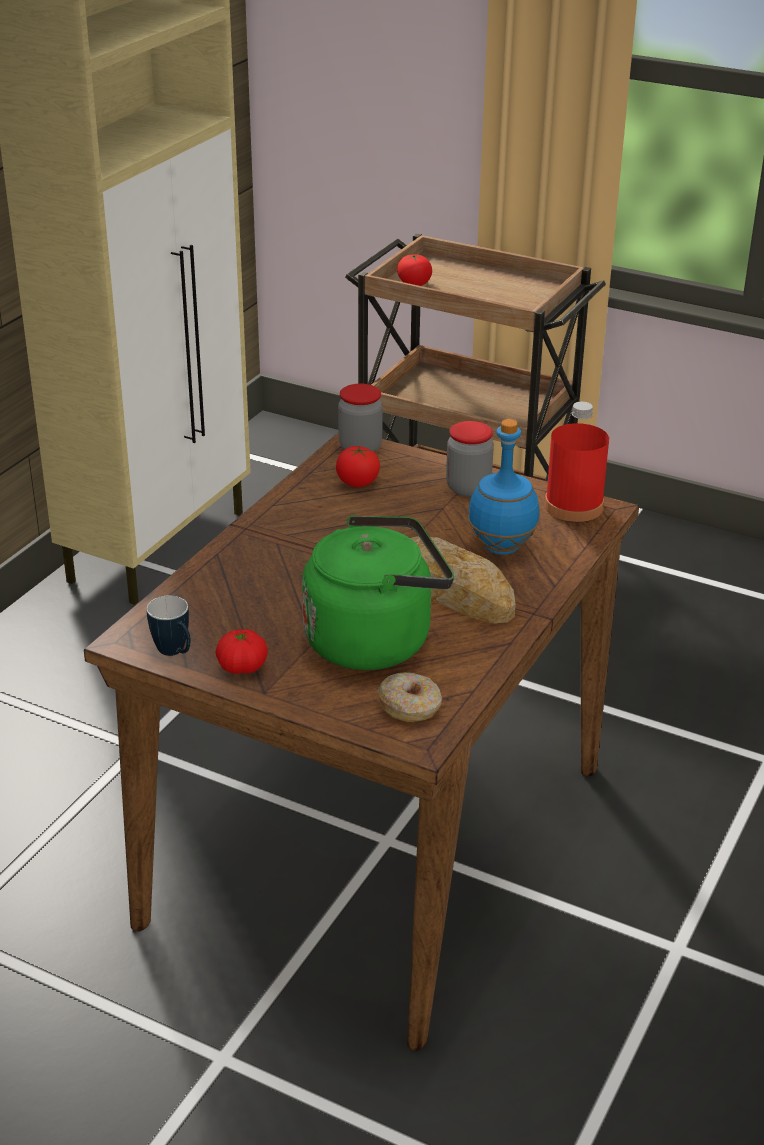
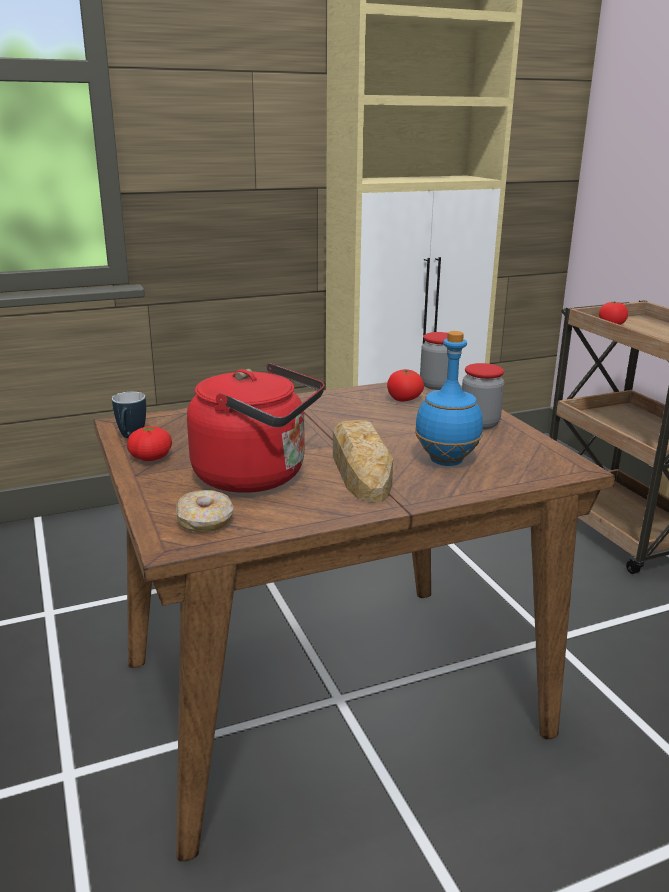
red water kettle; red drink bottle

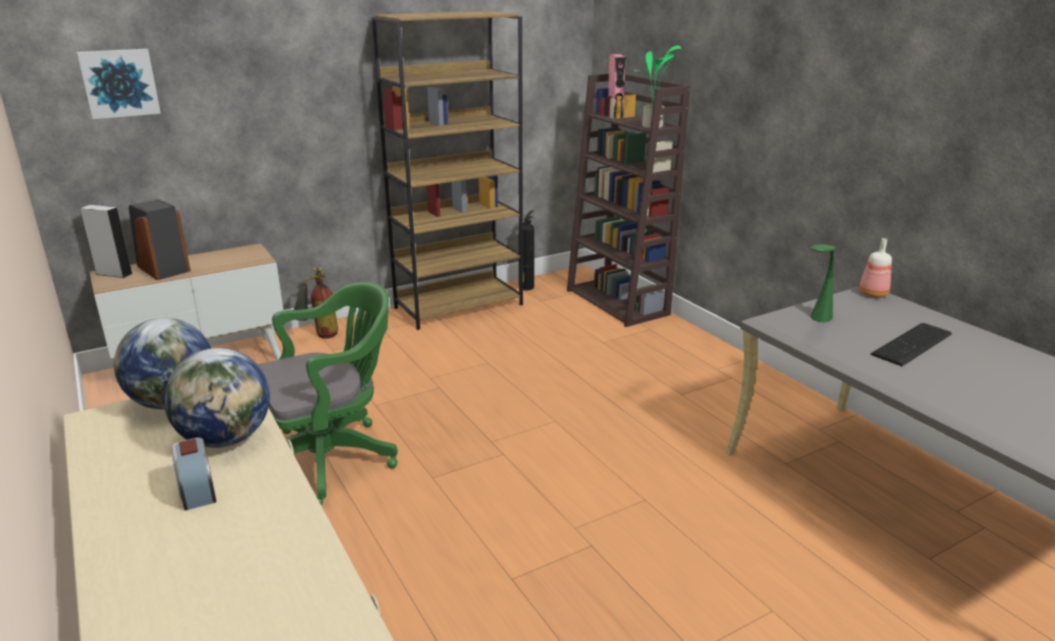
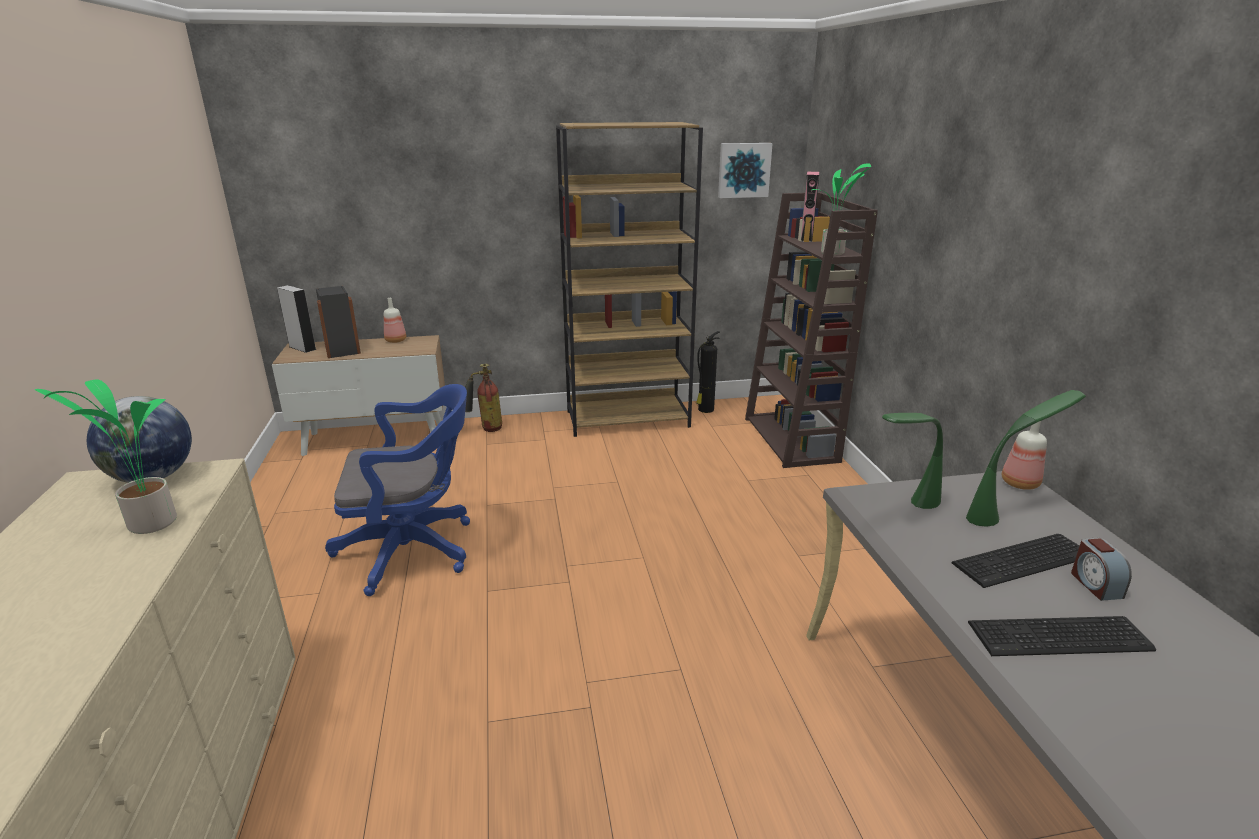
plant in a pot (1st from left); bluish office chair; drink bottle (1st from left); wall art; green tabletop lamp (2nd from left); PC keyboard (2nd from left); table clock

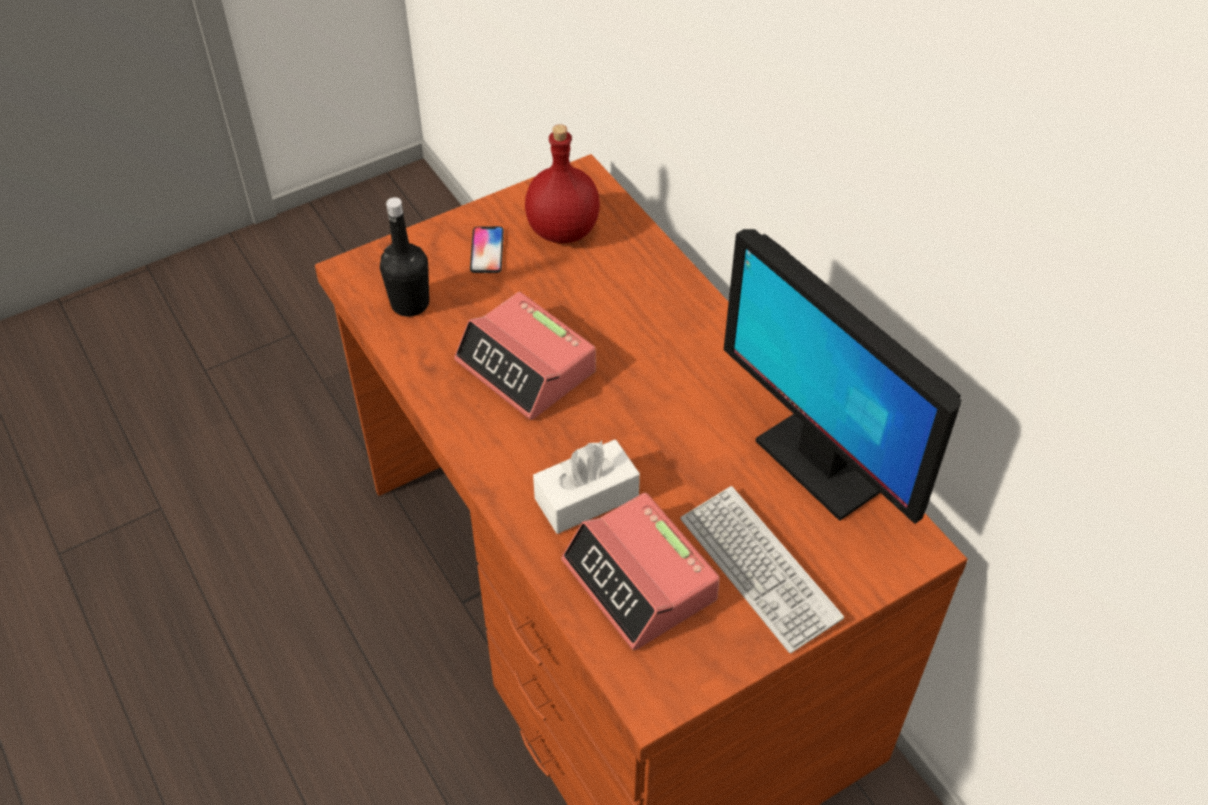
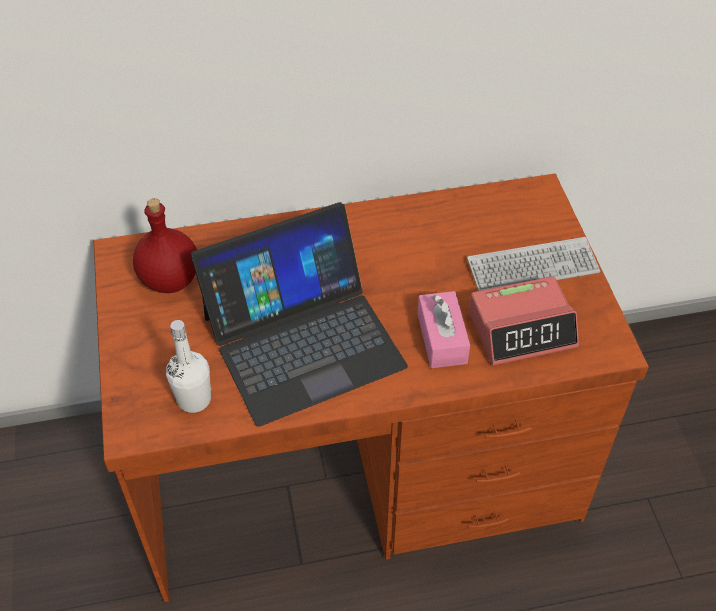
white-coloured drink bottle; laptop; pink-coloured tissue box; telephone; computer display

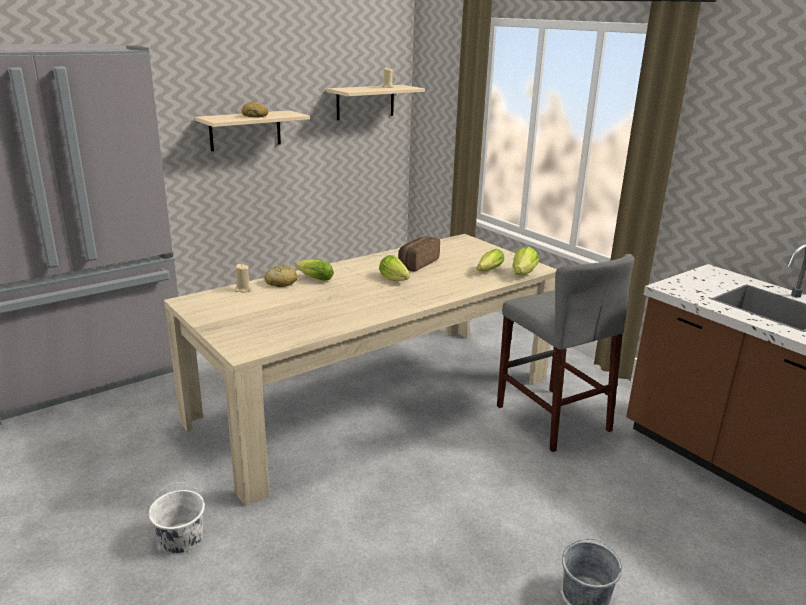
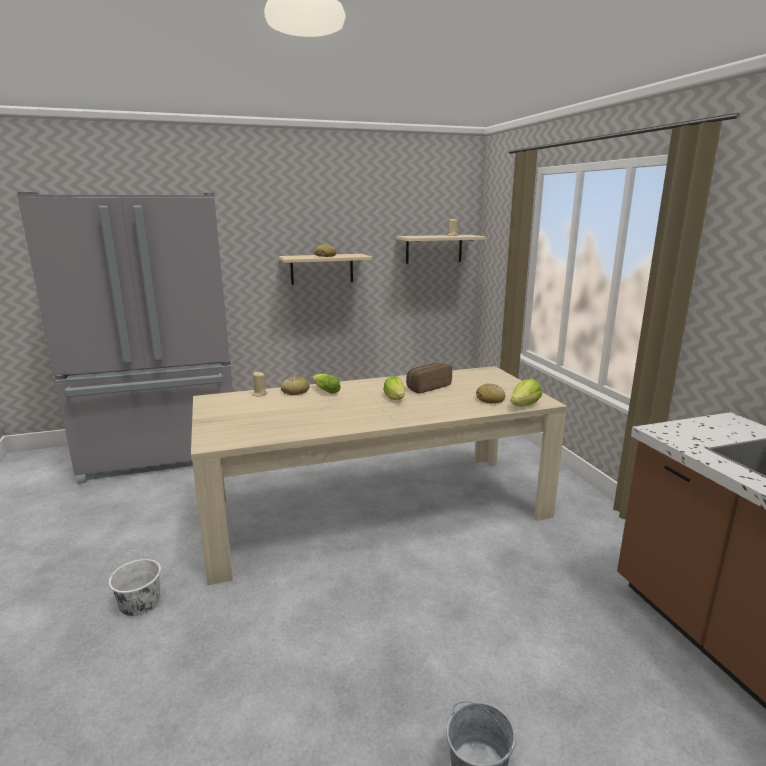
bakery bread (4th from left); gray sitting stool

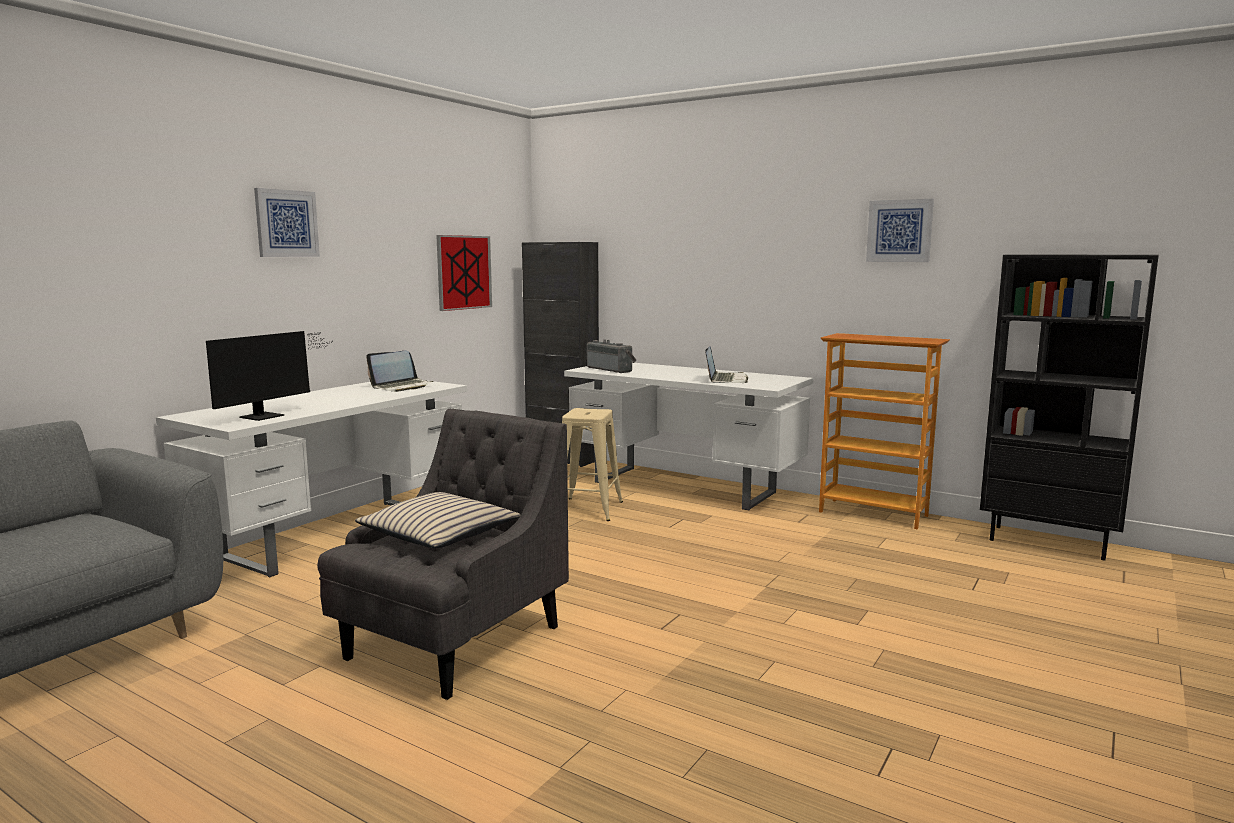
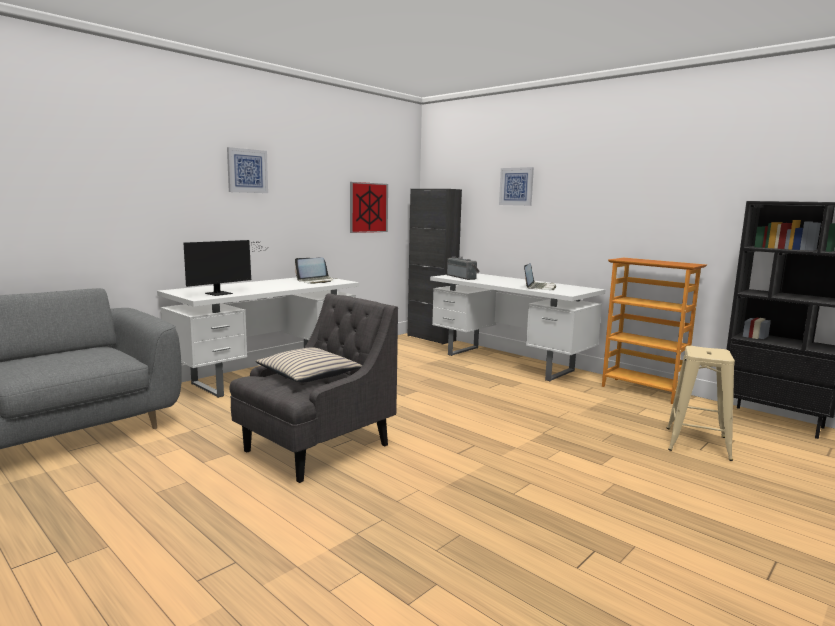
wall art (3rd from left); beige sitting stool

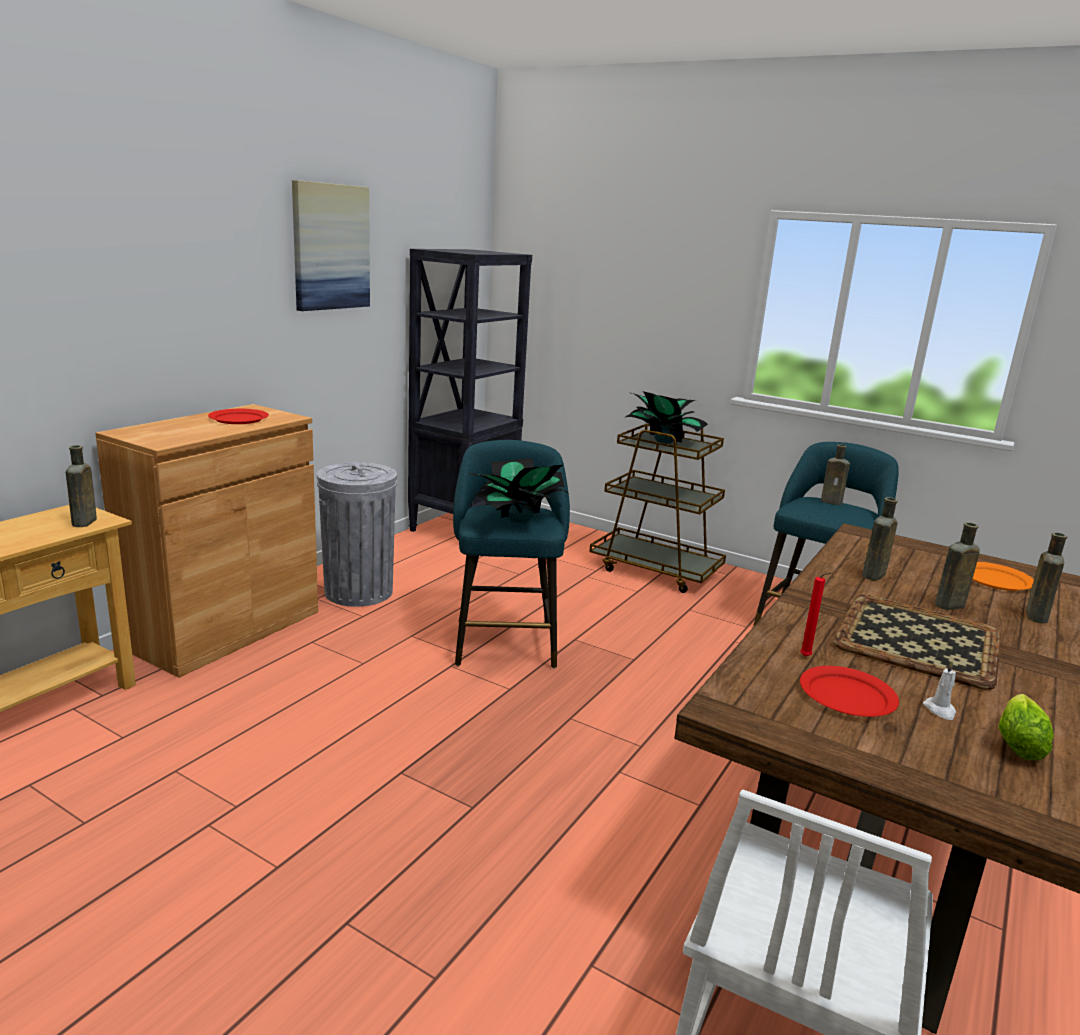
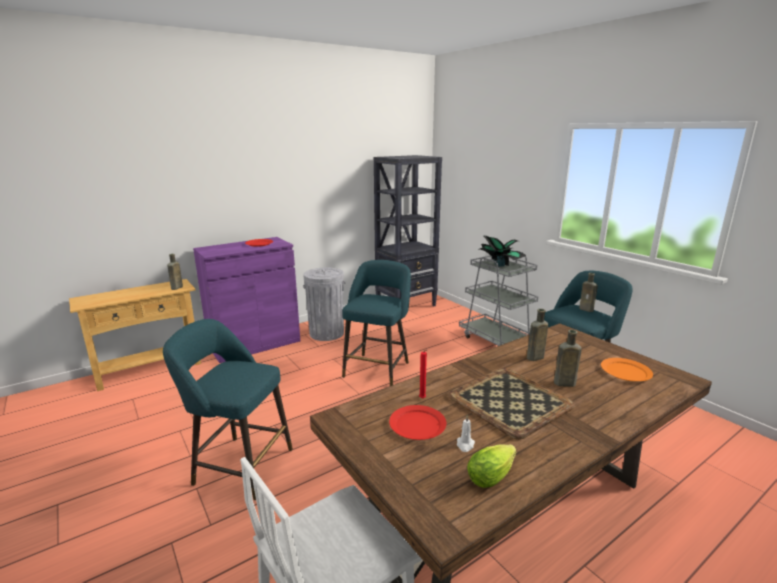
blue-green sitting stool (1st from left); purple storage cabinet; gray trolley; wall art; plant in a pot (1st from left in the first image); brownish drink bottle (5th from left in the first image)

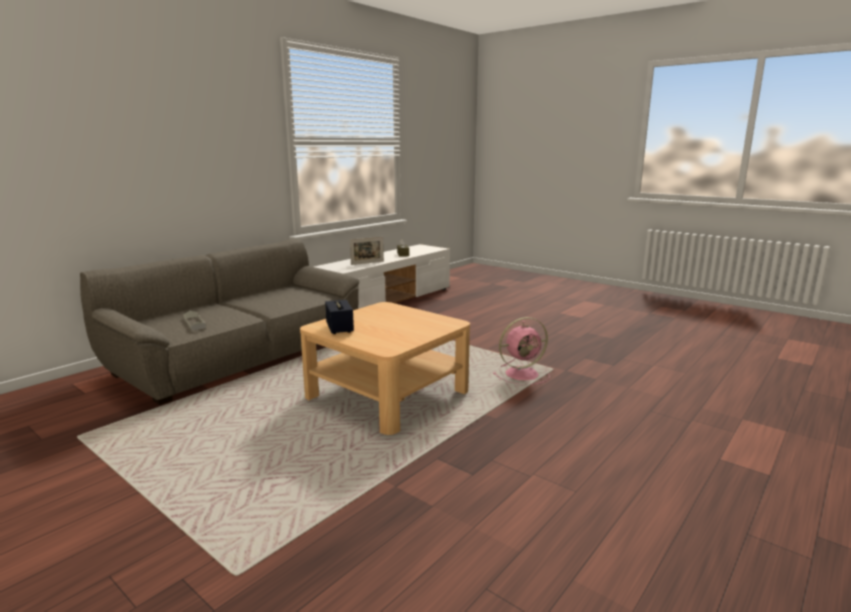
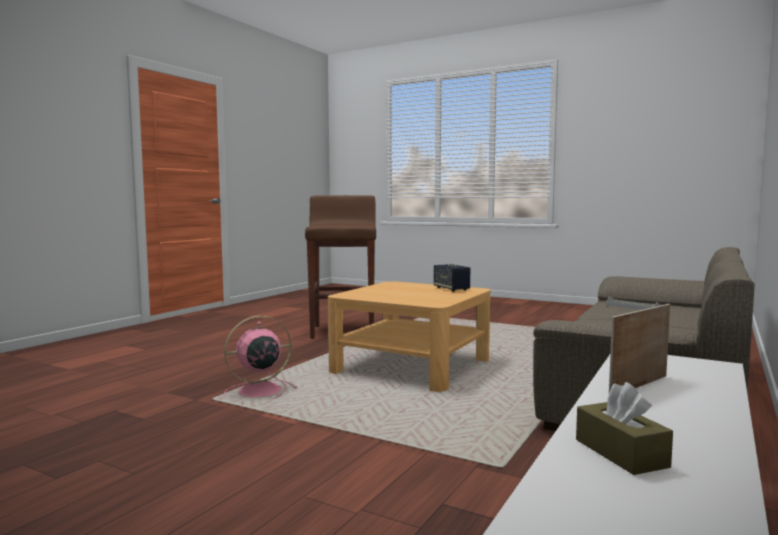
brownish sitting stool

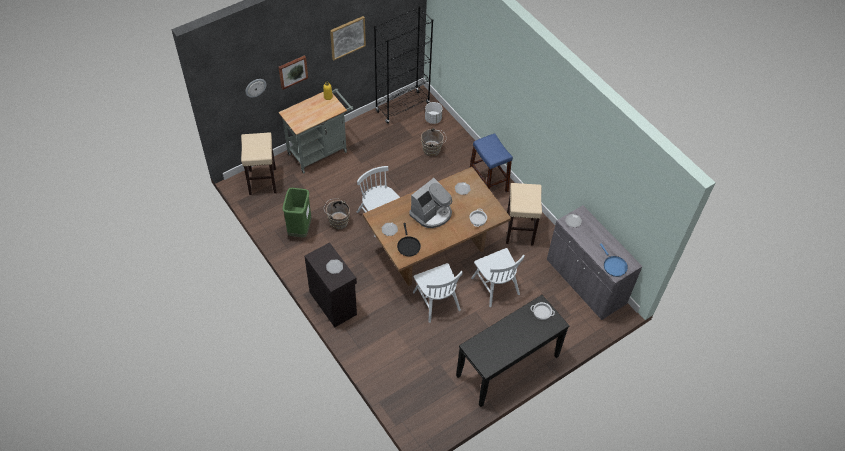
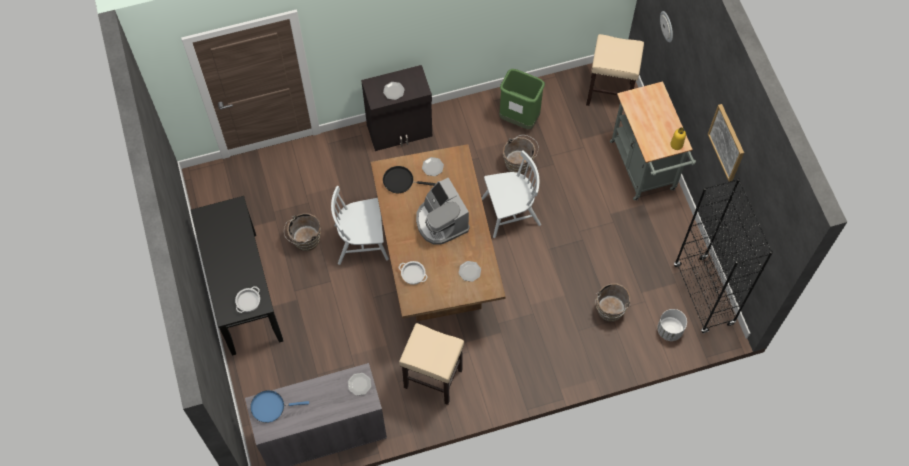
brownish water bucket (1st from left); wall art (1st from left in the first image); bluish sitting stool; white-coloured upright chair (3rd from left in the first image)

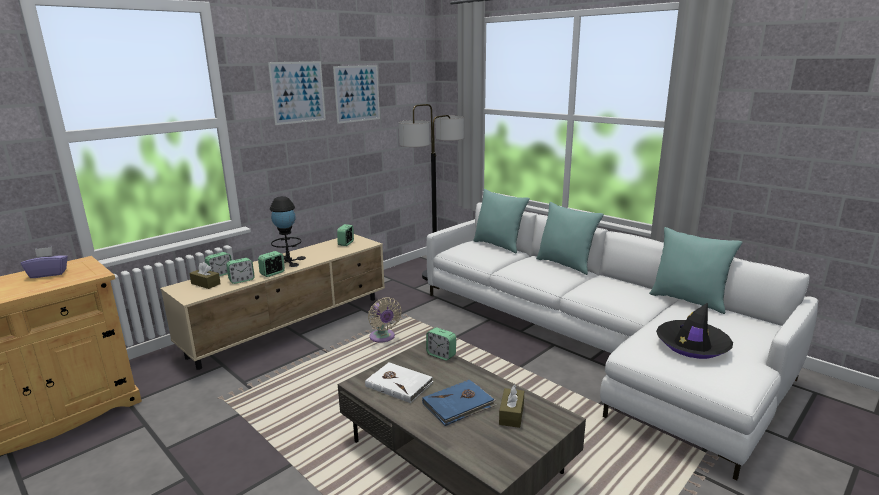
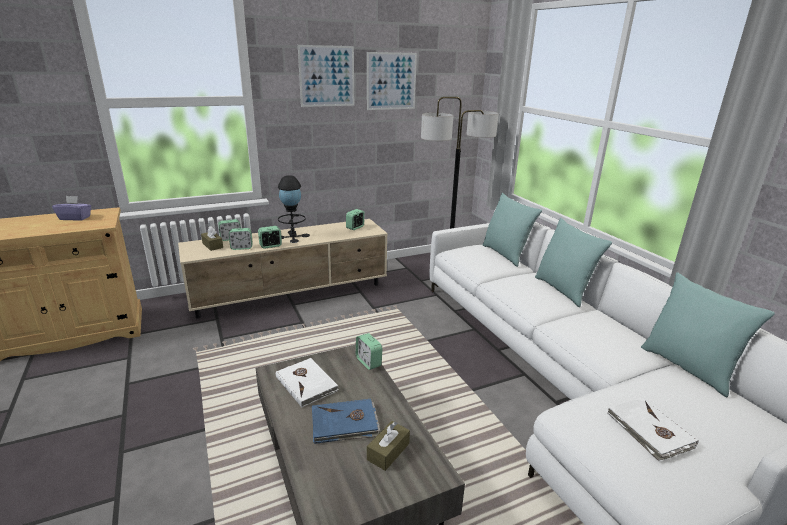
white-coloured volume (2nd from left); beige fan

